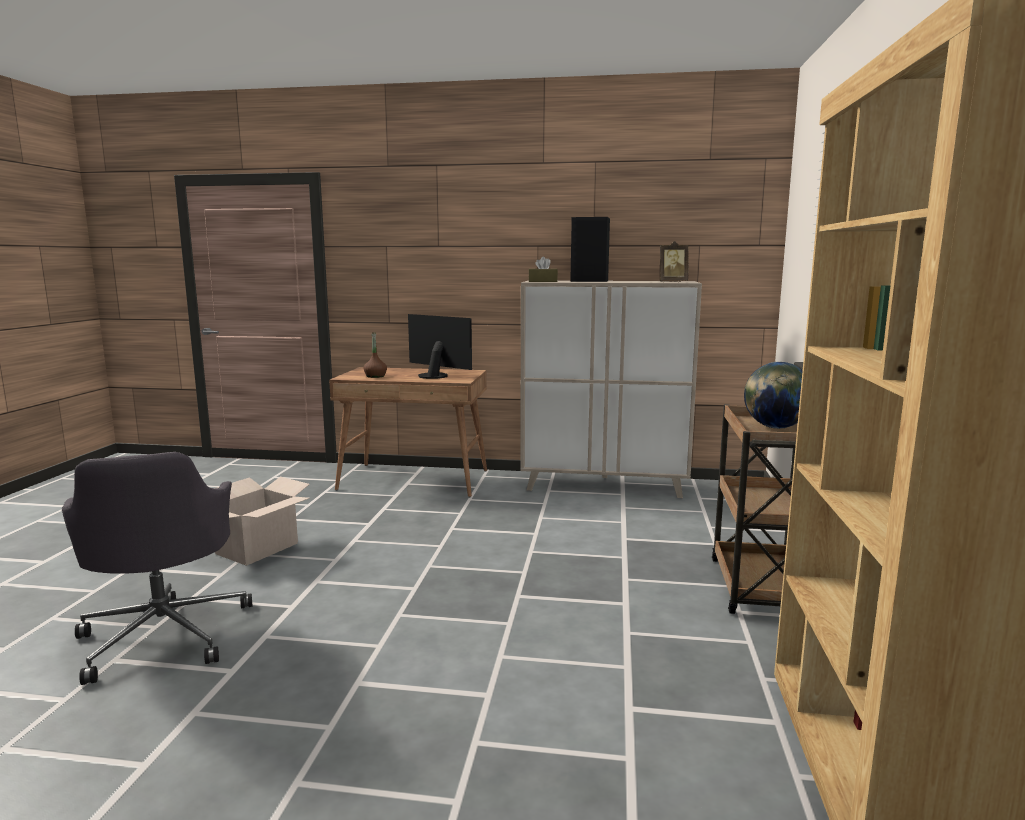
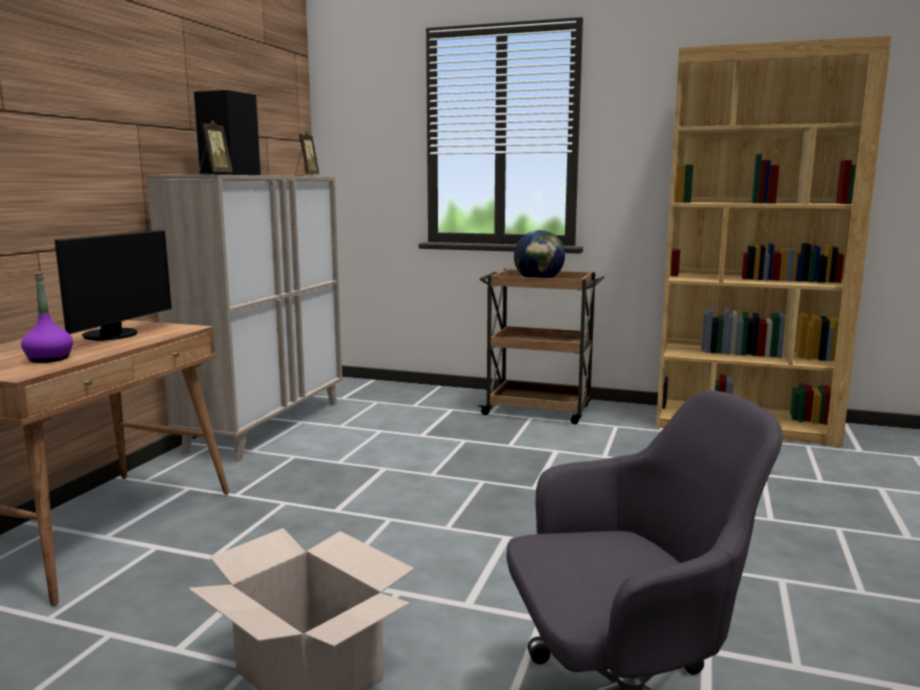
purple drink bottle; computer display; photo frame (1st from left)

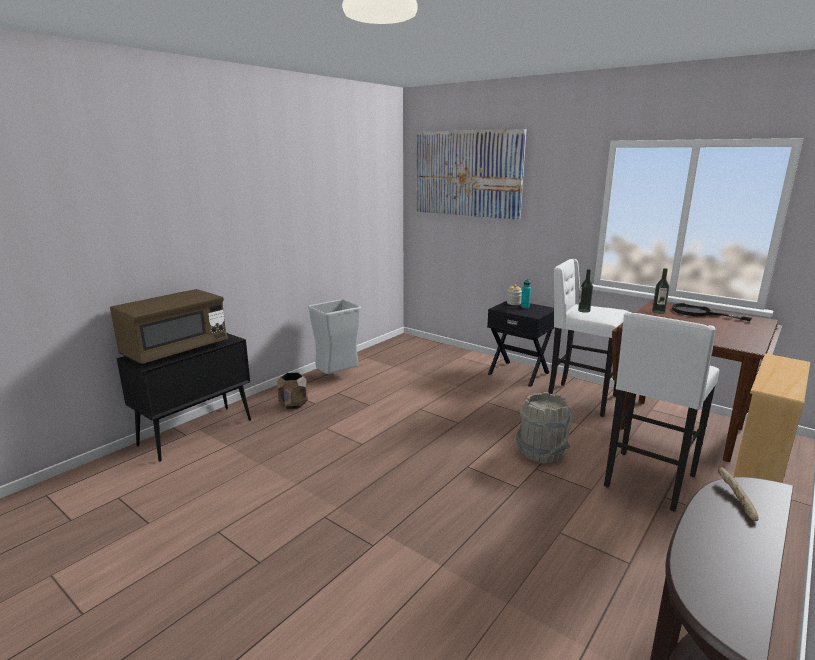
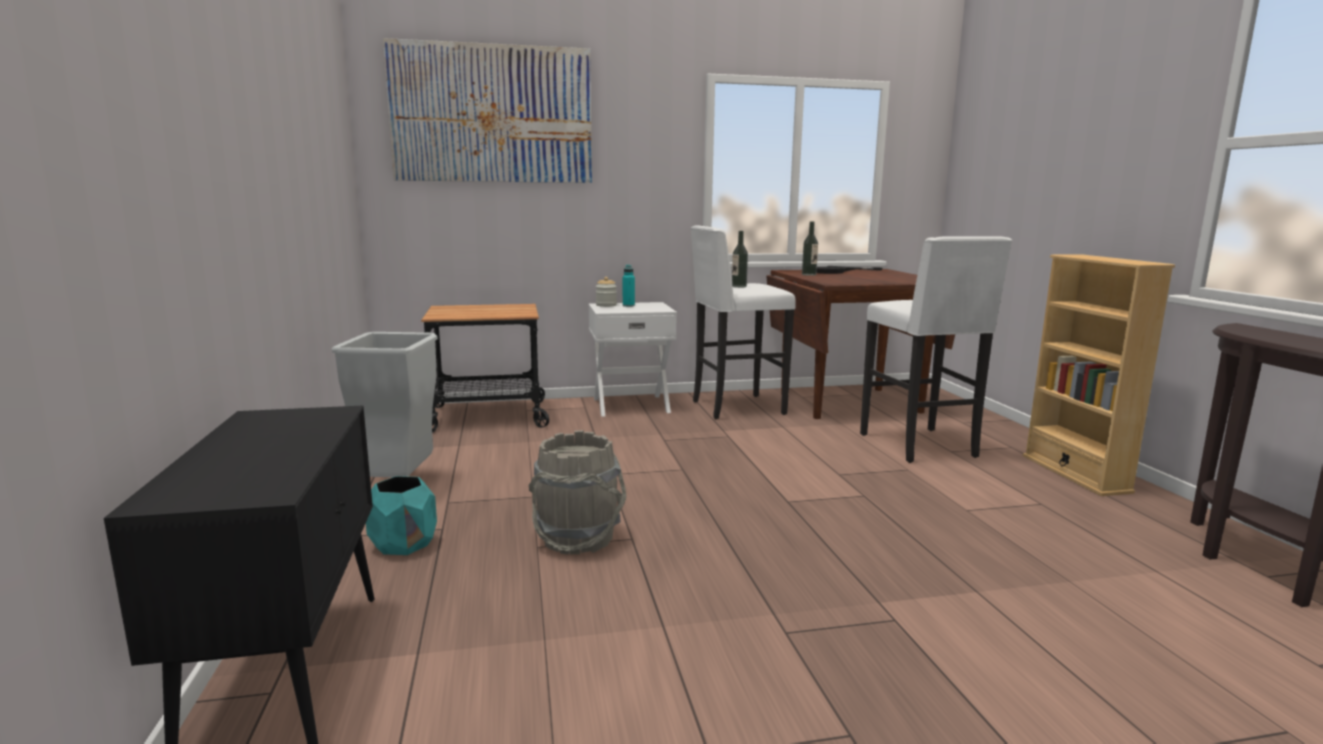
blue-green flower pot; trolley; gray water bucket; white-coloured night table; brownish microwave oven; bakery bread

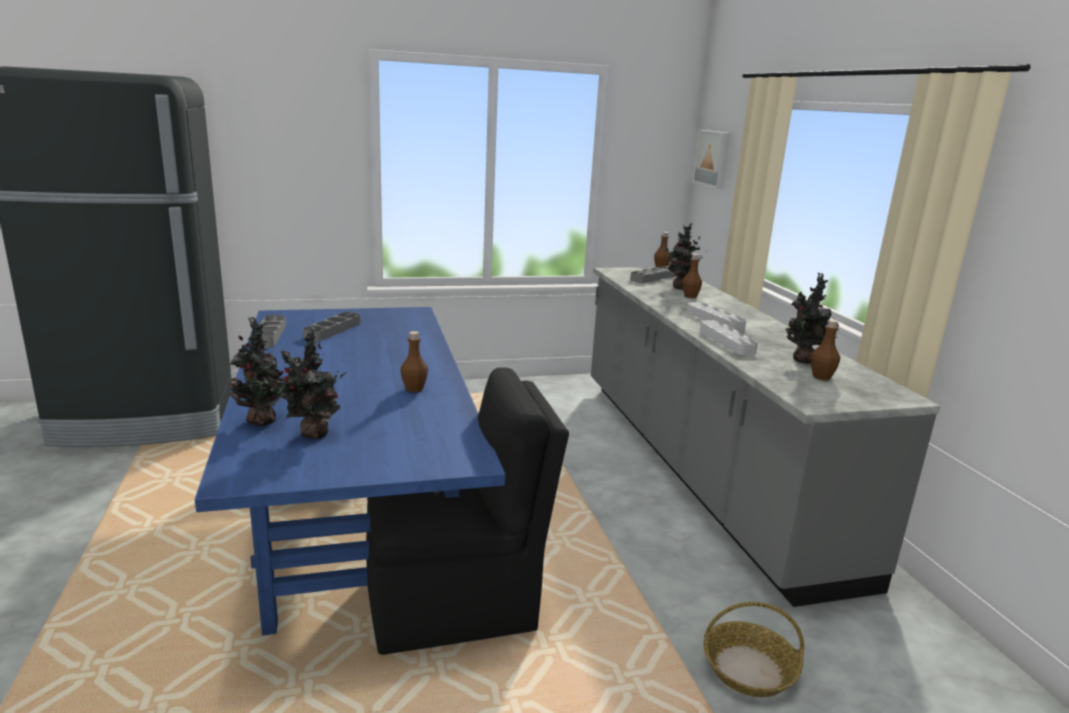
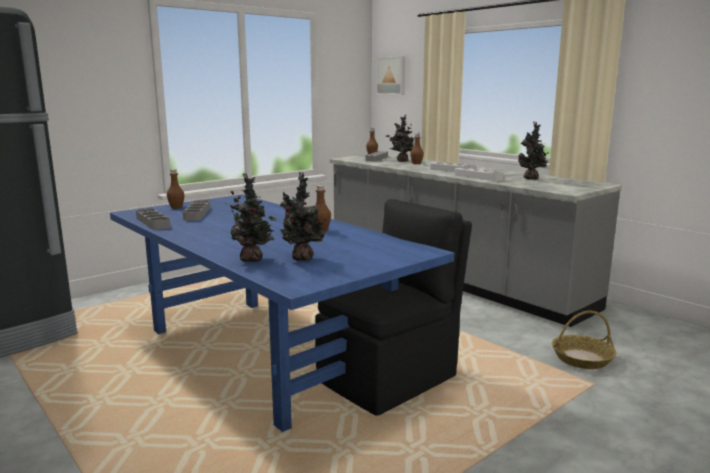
brownish drink bottle (1st from left)

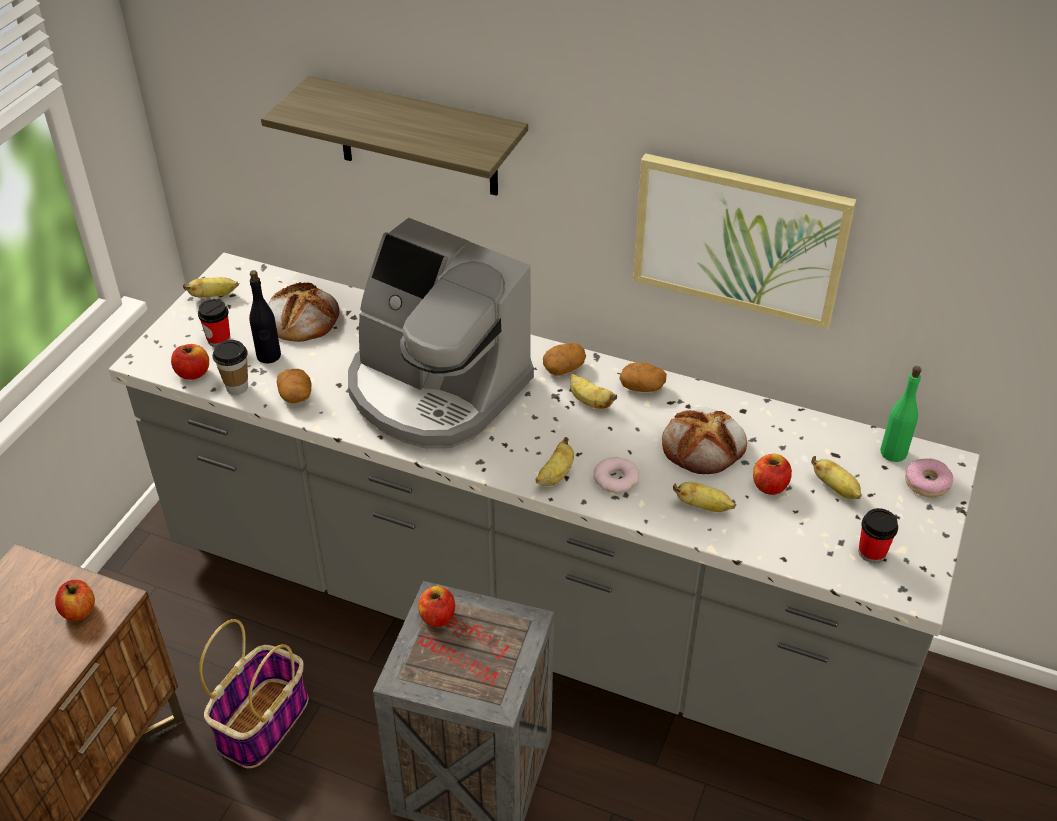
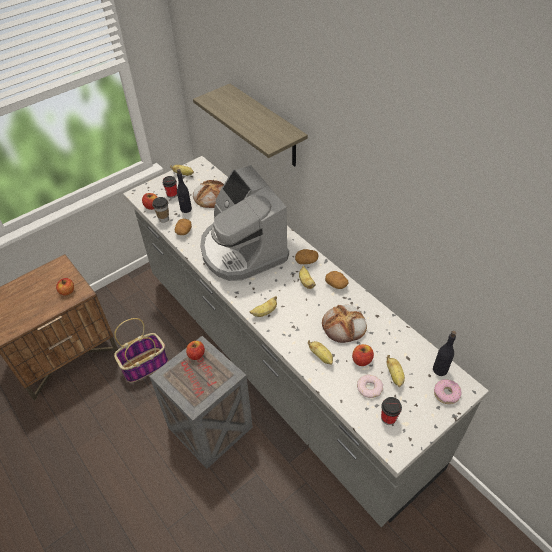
donut (1st from left); black drink bottle (2nd from left); wall art

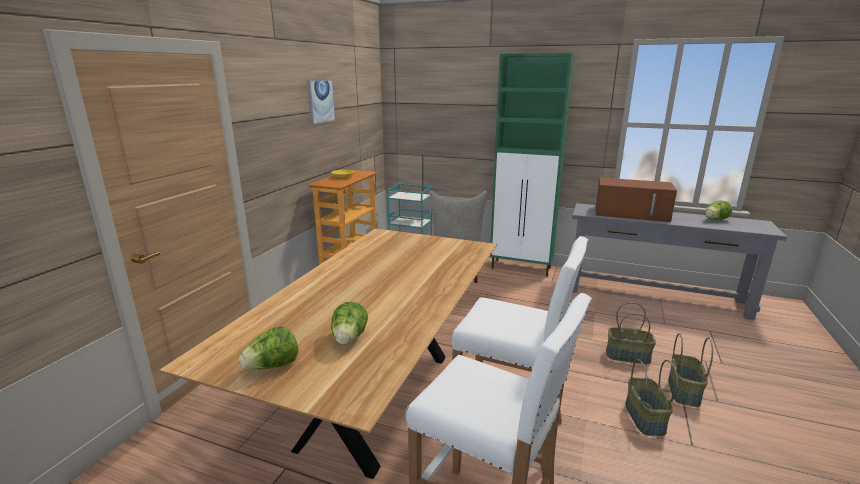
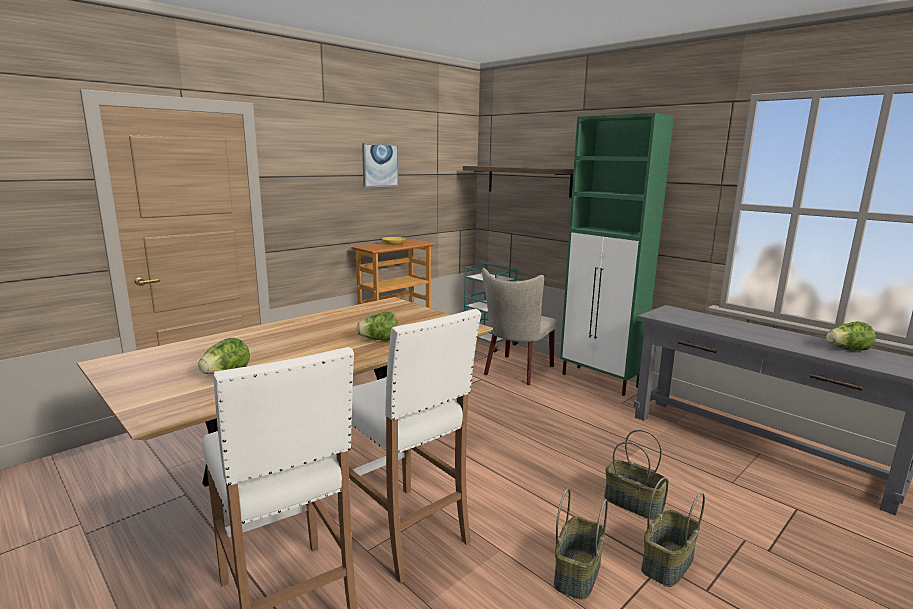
lettuce (2nd from left); wall shelf; brownish microwave oven

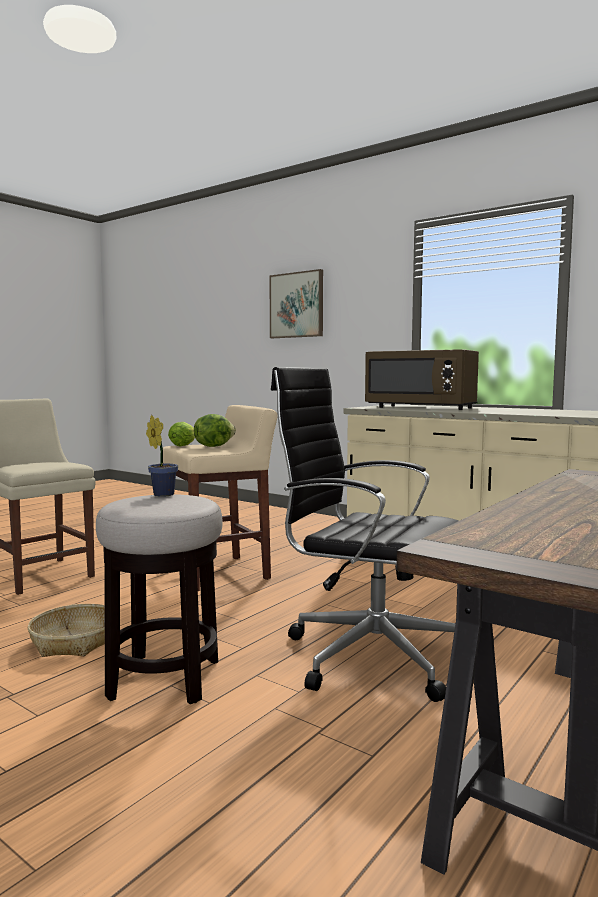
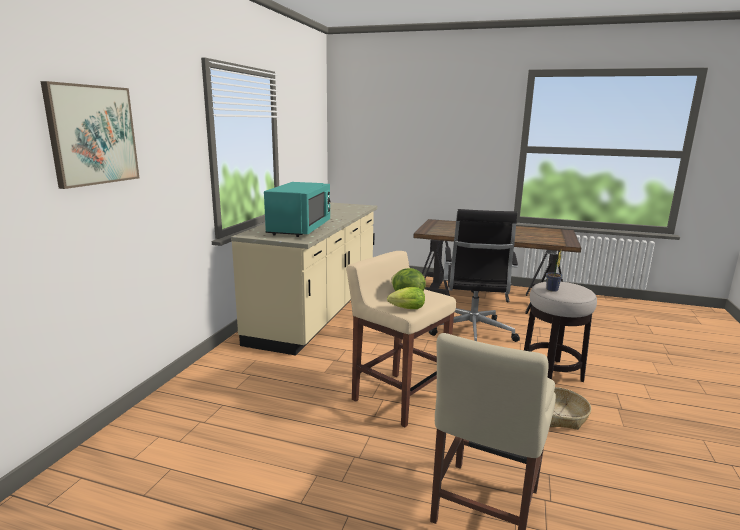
blue-green microwave oven

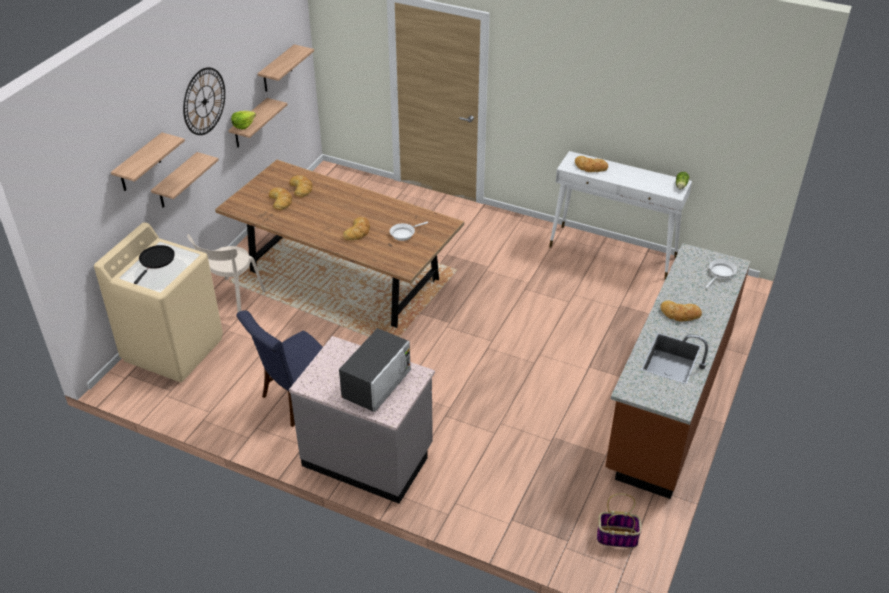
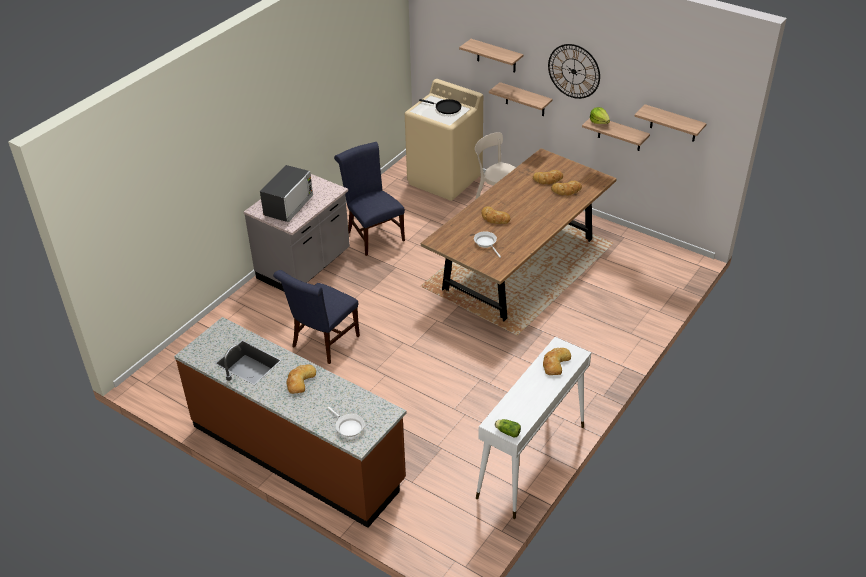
microwave oven; bluish upright chair (1st from left); household basket

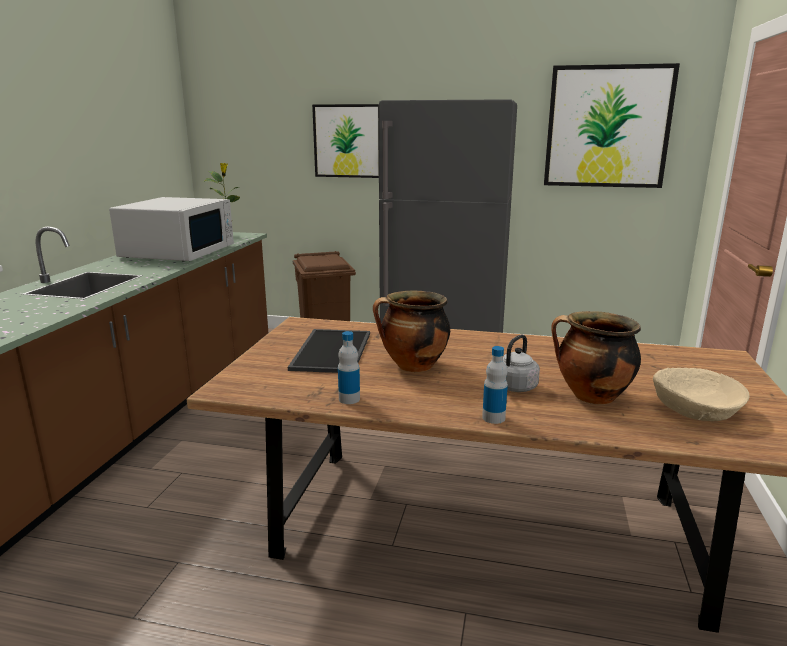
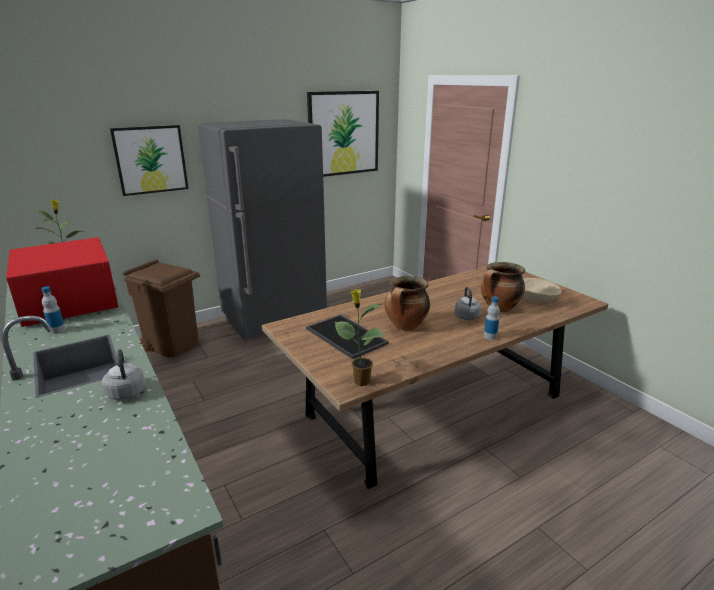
red microwave oven; drink bottle (1st from left); gray water kettle (1st from left); plant in a pot (2nd from left)

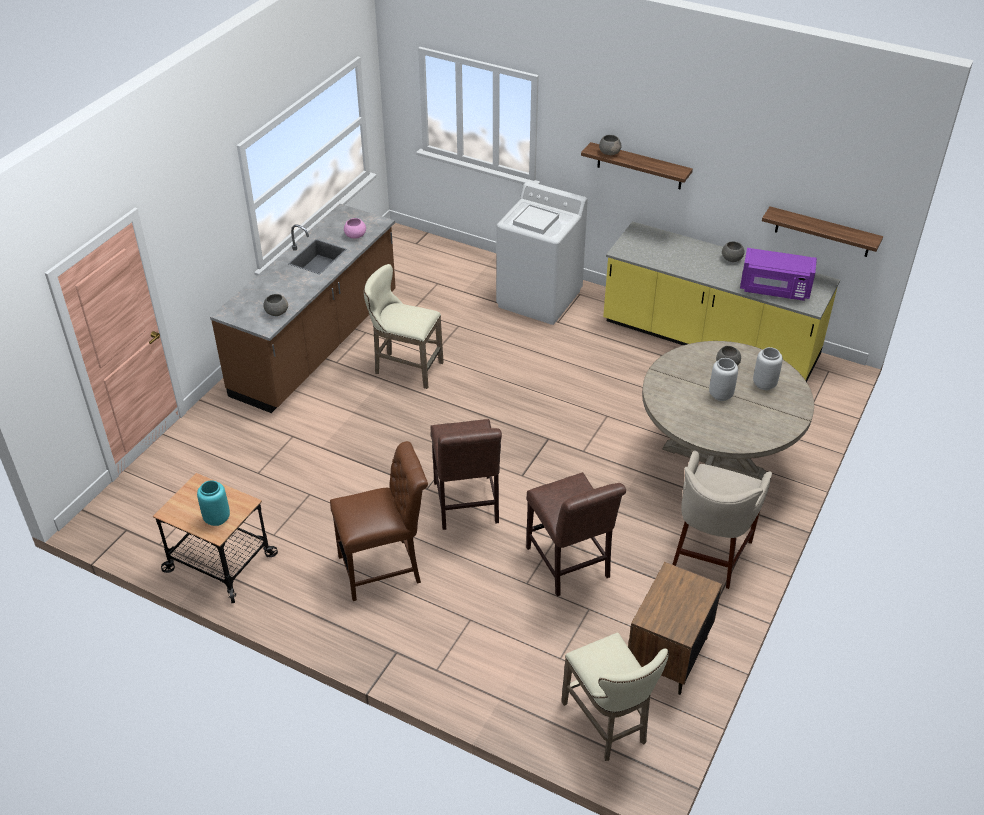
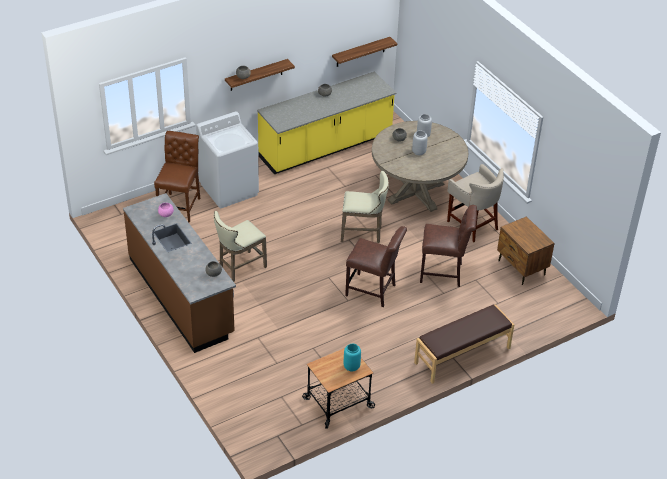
brownish upright chair (1st from left); beige sitting stool (2nd from left); brownish indoor bench; white-coloured tray; purple microwave oven

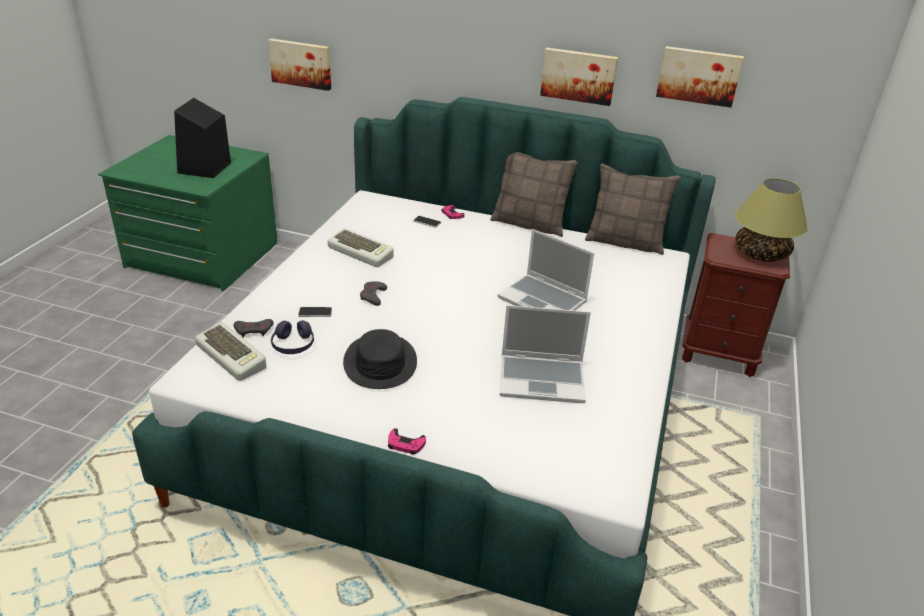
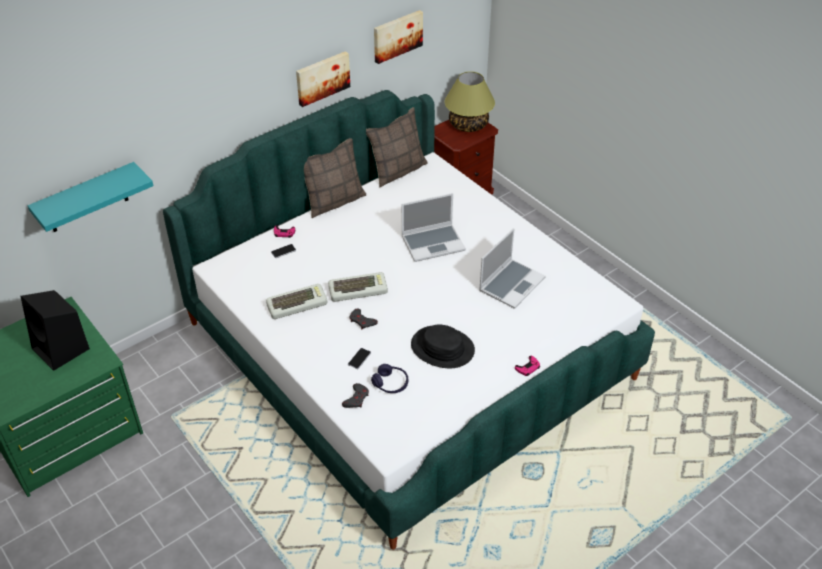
blue-green wall shelf; PC keyboard (2nd from left)

